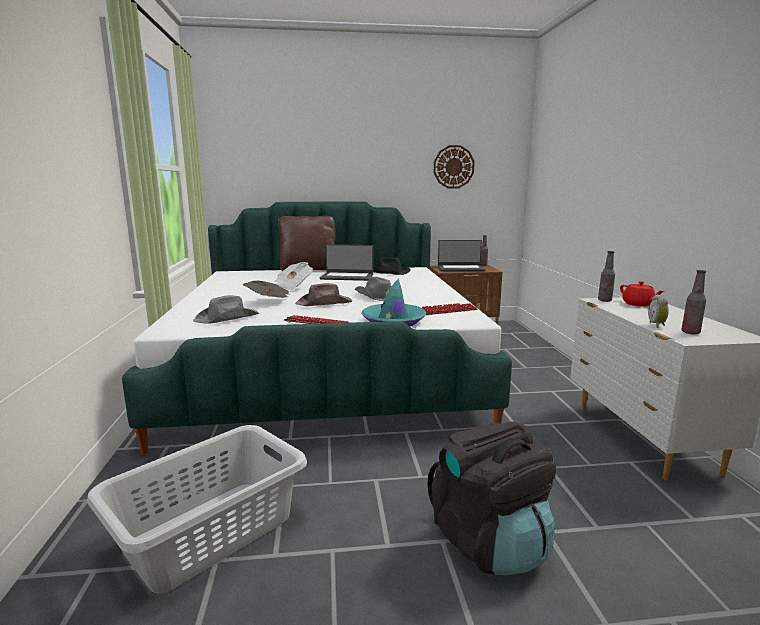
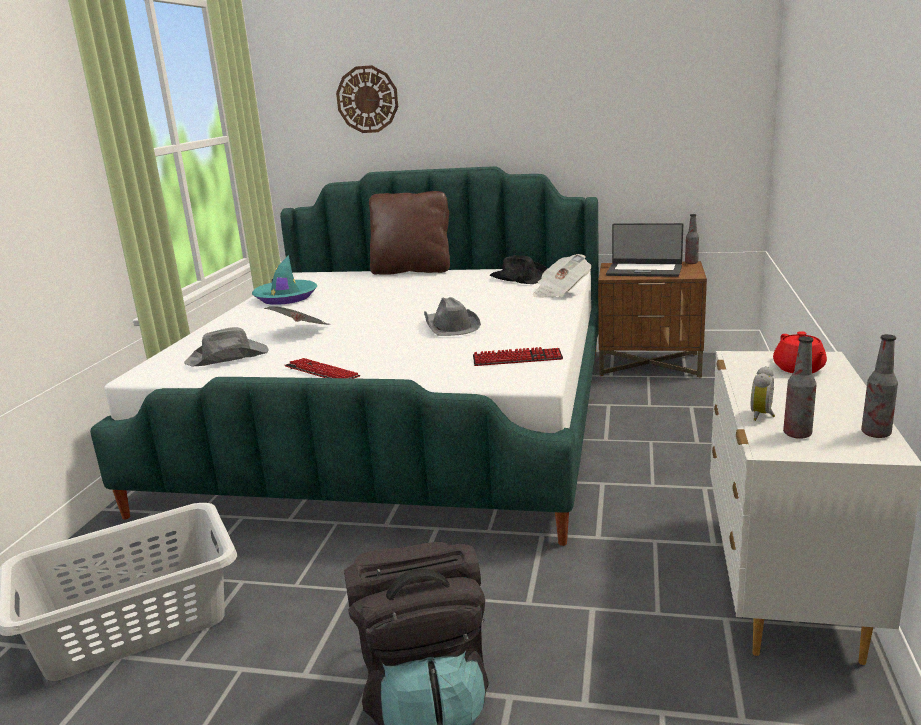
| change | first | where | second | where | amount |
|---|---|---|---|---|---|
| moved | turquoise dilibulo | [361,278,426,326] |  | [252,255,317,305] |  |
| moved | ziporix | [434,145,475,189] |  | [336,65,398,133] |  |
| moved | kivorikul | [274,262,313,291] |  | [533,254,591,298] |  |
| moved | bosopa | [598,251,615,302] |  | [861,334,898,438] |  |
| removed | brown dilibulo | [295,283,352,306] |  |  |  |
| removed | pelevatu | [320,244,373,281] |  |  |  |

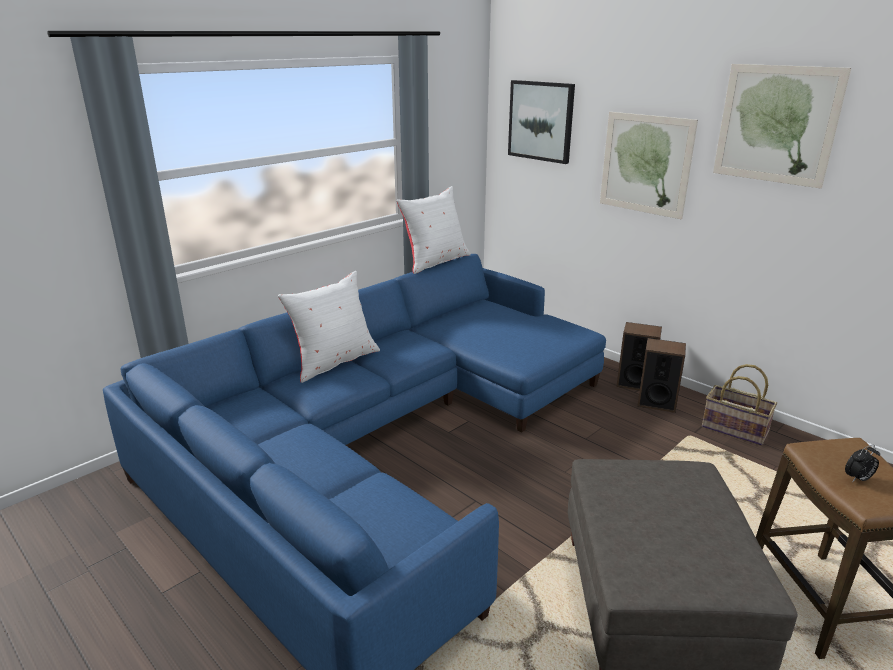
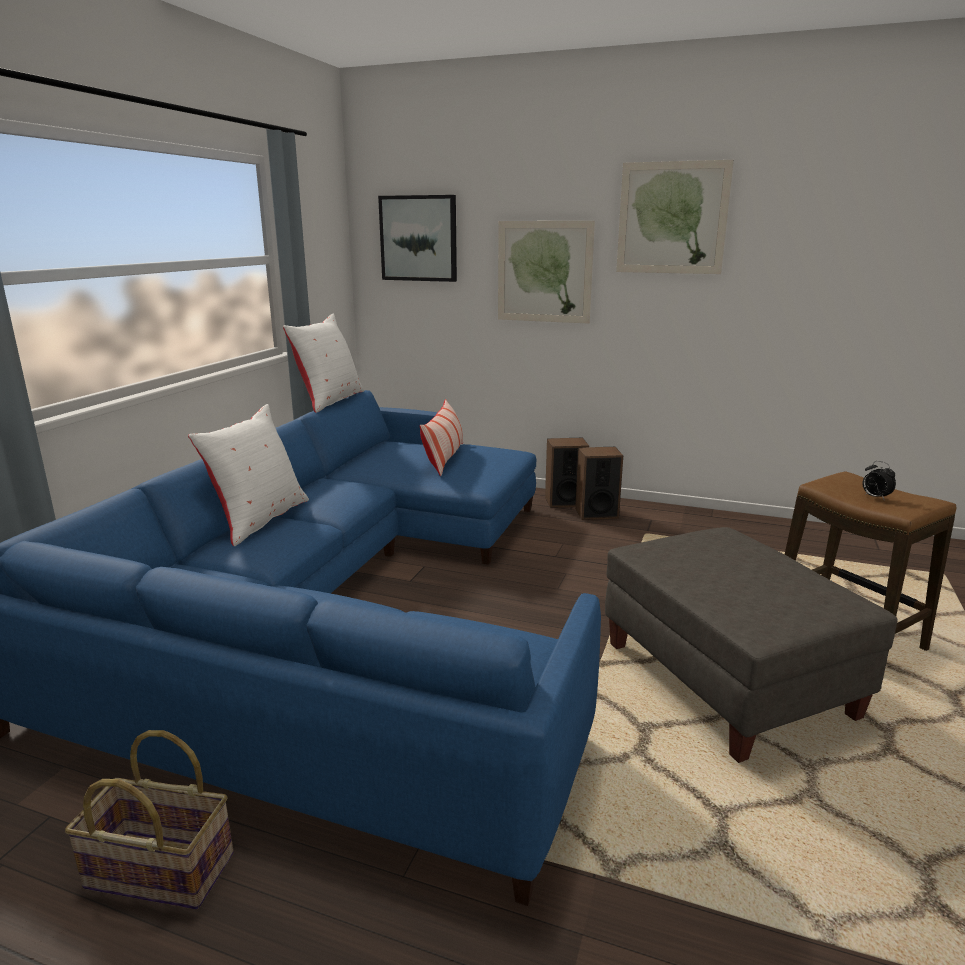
| change | first | where | second | where | amount |
|---|---|---|---|---|---|
| moved | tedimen | [702,364,777,446] |  | [65,730,234,910] |  |
| added |  |  | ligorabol | [420,399,463,476] |  |
| turned | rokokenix | [845,445,880,483] |  | [862,461,896,501] | 105 degrees clockwise |

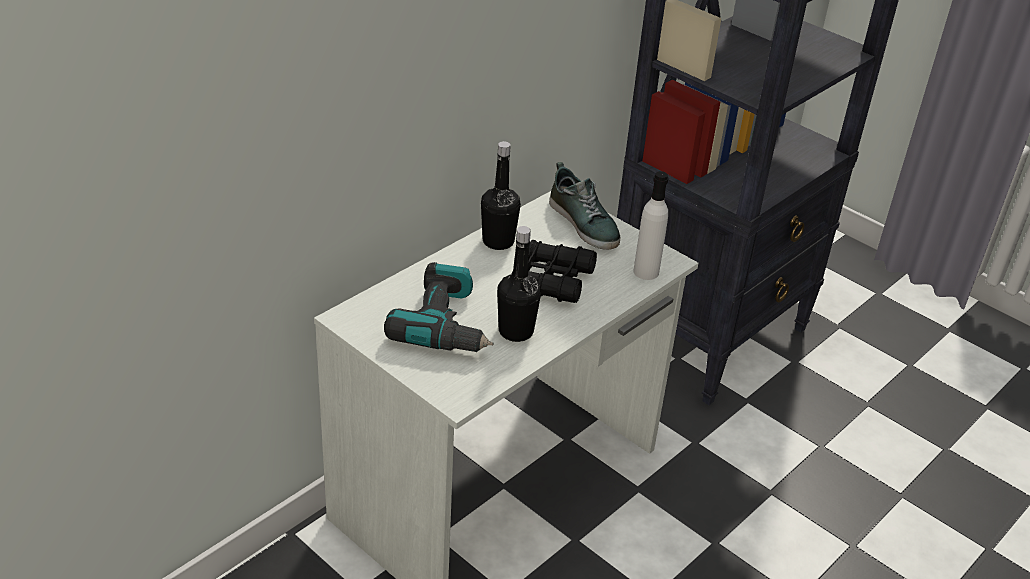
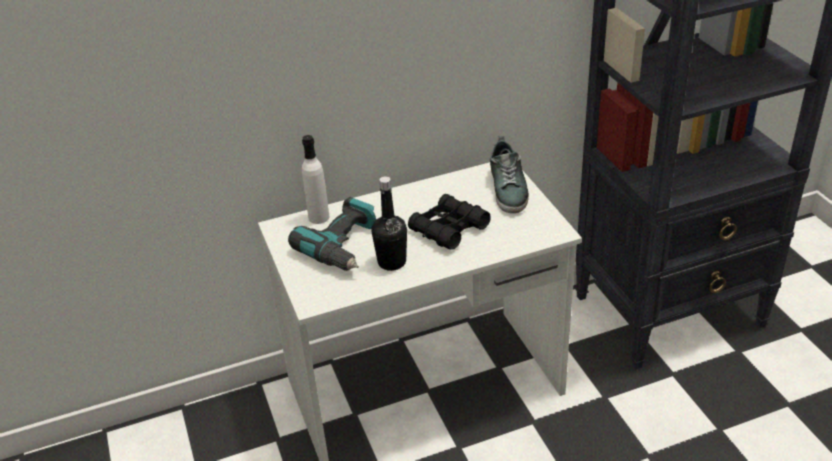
| change | first | where | second | where | amount |
|---|---|---|---|---|---|
| moved | white bosopa | [633,171,668,280] |  | [302,135,329,224] |  |
| removed | black bosopa | [481,141,521,250] |  |  |  |

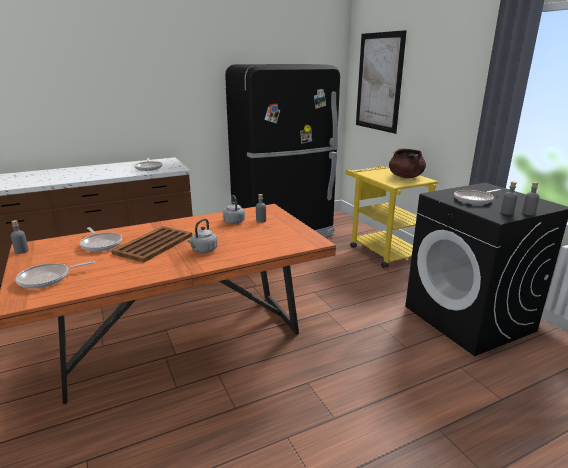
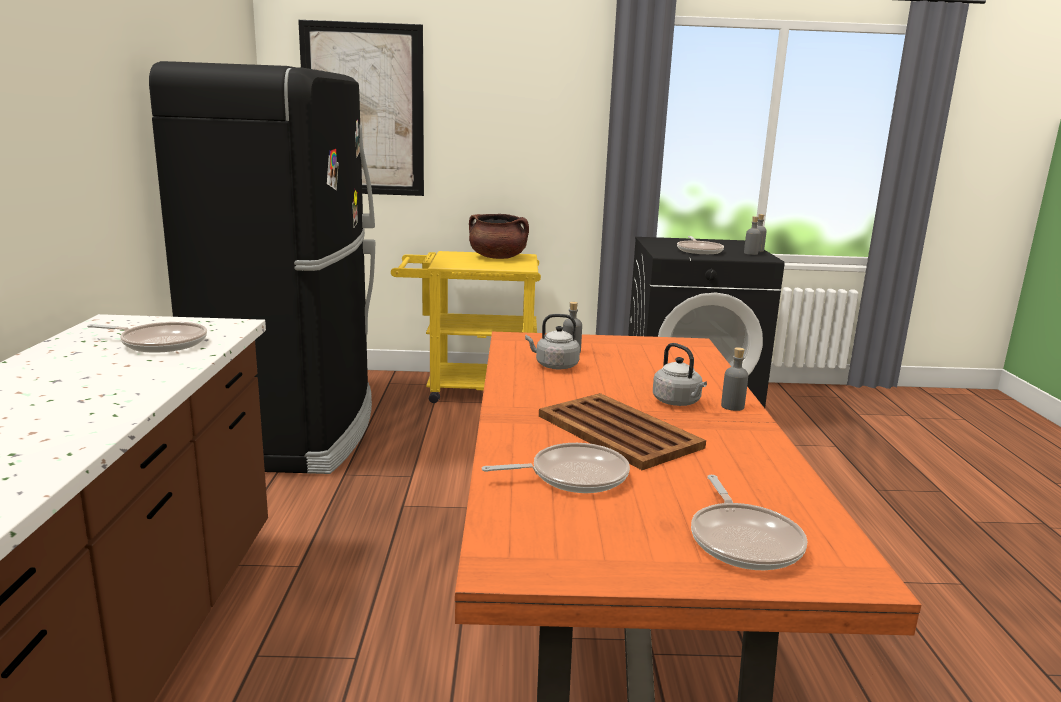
| change | first | where | second | where | amount |
|---|---|---|---|---|---|
| moved | grey bosopa | [11,220,29,254] |  | [721,347,748,411] |  |

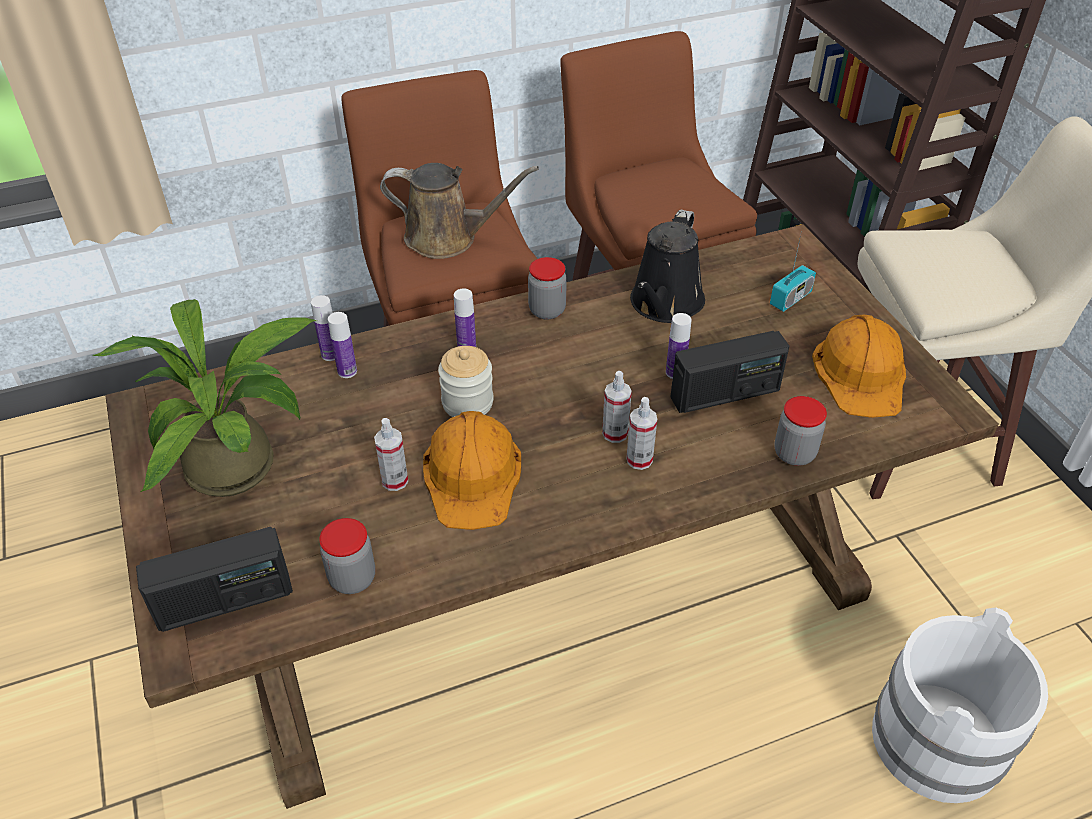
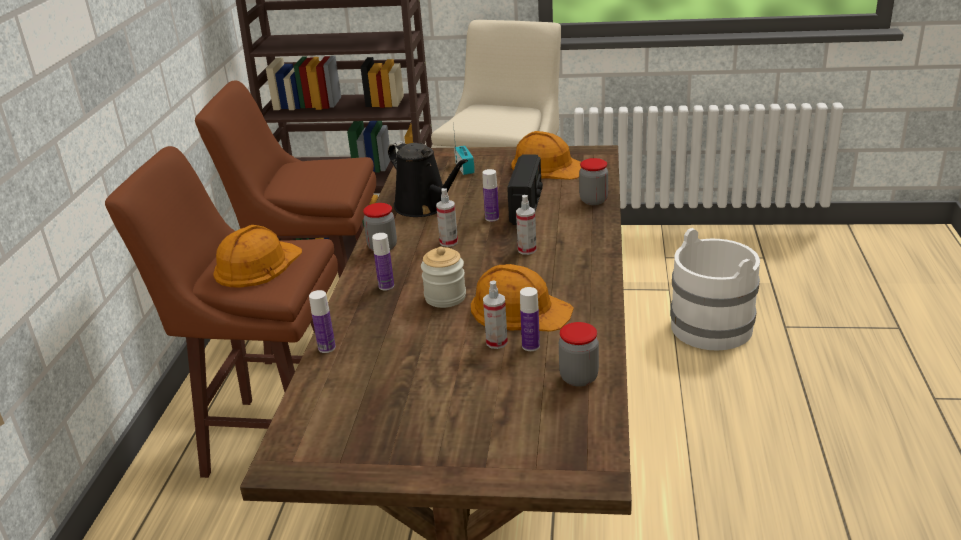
| change | first | where | second | where | amount |
|---|---|---|---|---|---|
| replaced | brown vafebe | [380,163,539,259] | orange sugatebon | [213,225,302,288] |  |
| moved | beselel | [626,397,657,470] |  | [436,188,458,247] |  |
| moved | bosopa | [328,312,357,378] |  | [520,287,540,351] |  |
| removed | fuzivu | [92,299,317,497] |  |  |  |
| removed | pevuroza | [136,527,293,632] |  |  |  |

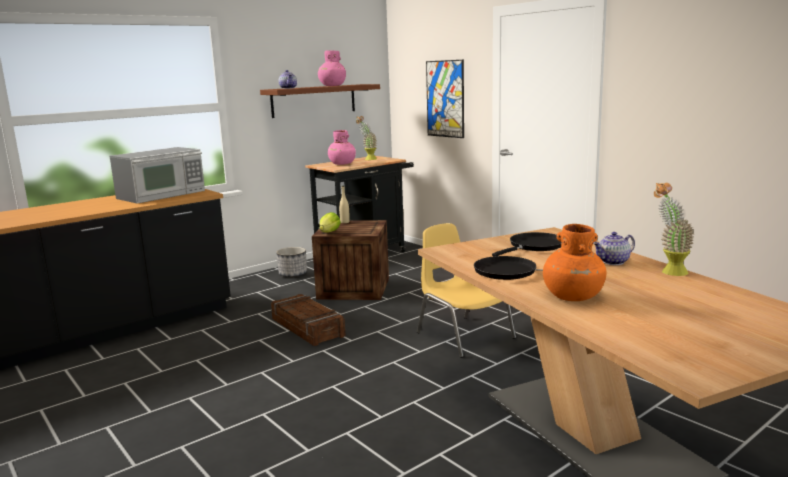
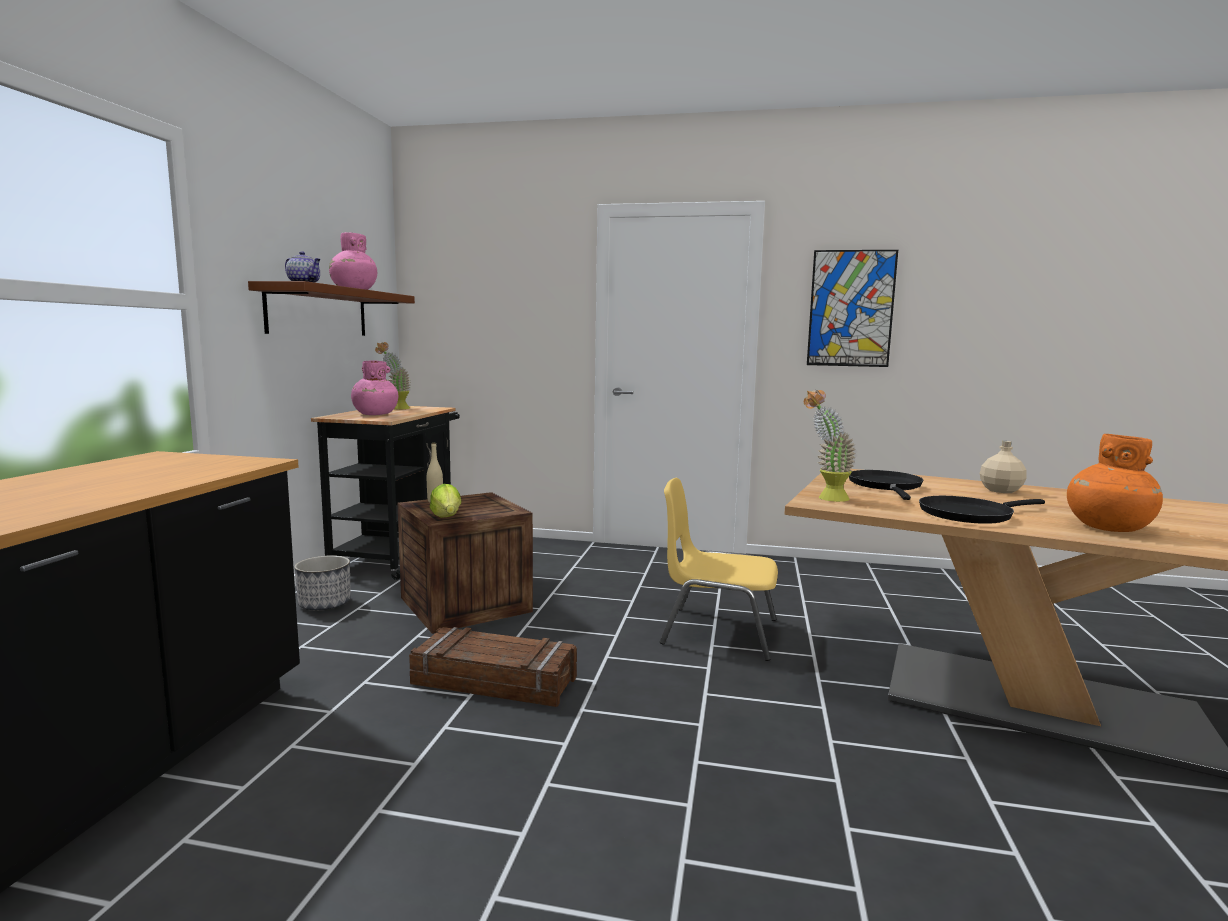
| change | first | where | second | where | amount |
|---|---|---|---|---|---|
| moved | fuzivu | [654,182,694,276] |  | [804,390,856,502] |  |
| moved | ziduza | [426,60,464,138] |  | [807,250,898,367] |  |
| replaced | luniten | [593,232,635,265] | beige bosopa | [980,441,1027,493] |  |
| removed | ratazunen | [110,147,205,204] |  |  |  |

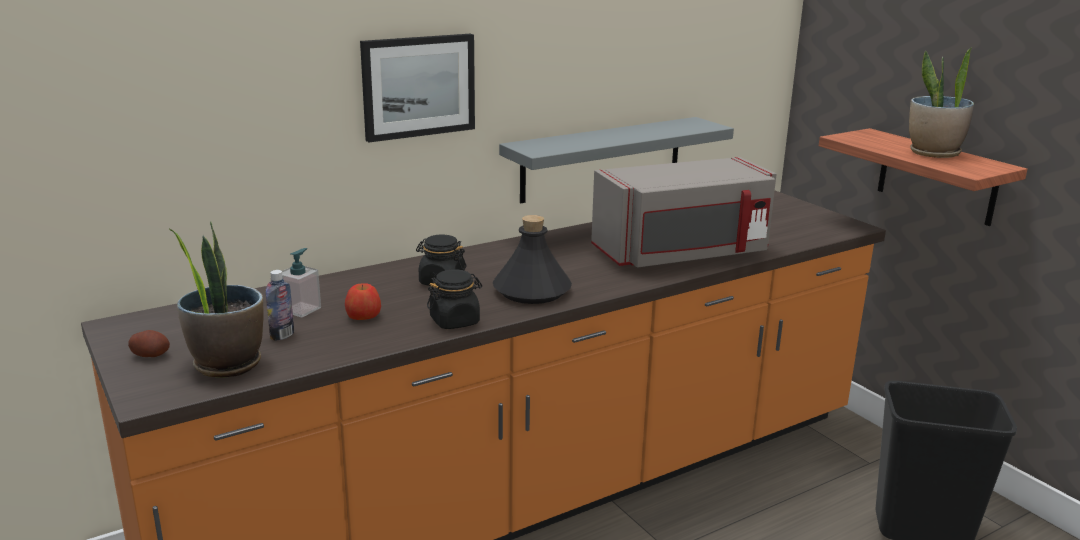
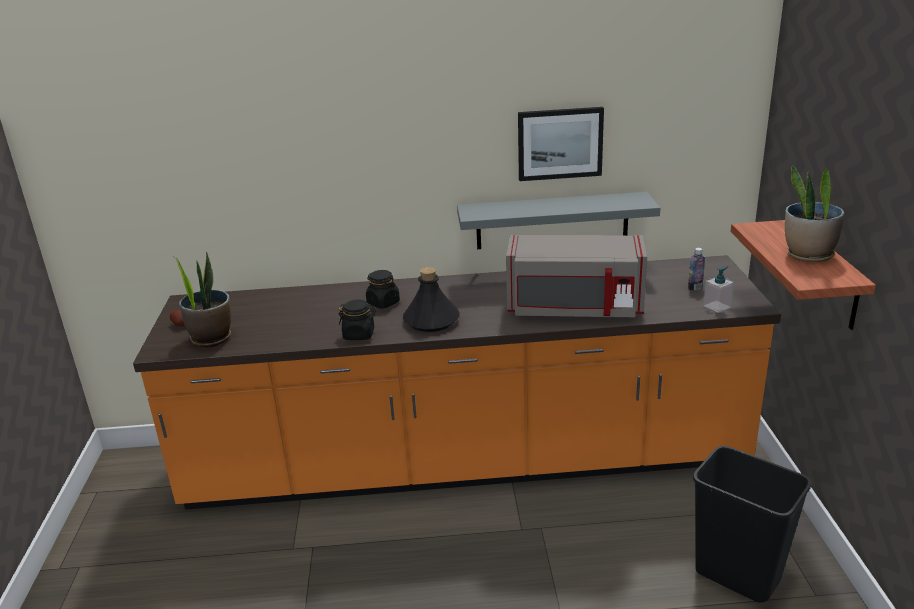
| change | first | where | second | where | amount |
|---|---|---|---|---|---|
| moved | ziduza | [360,34,475,142] |  | [518,107,604,181] |  |
| moved | bosopa | [266,270,294,341] |  | [688,248,705,291] |  |
| moved | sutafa | [282,248,321,318] |  | [703,266,734,313] |  |
| removed | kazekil | [345,283,381,320] |  |  |  |

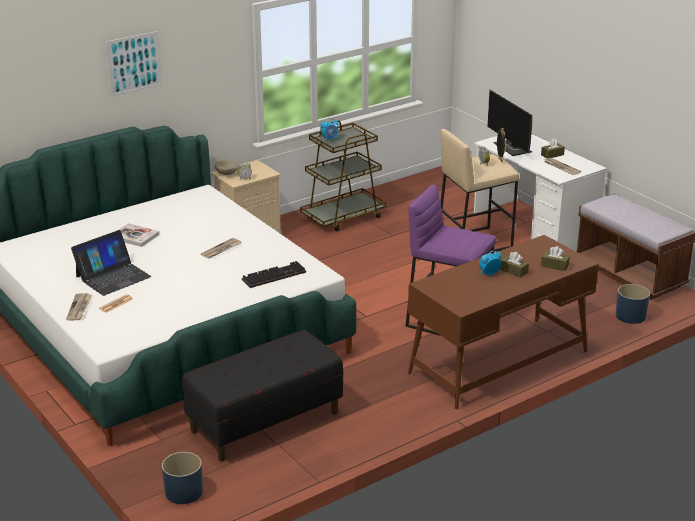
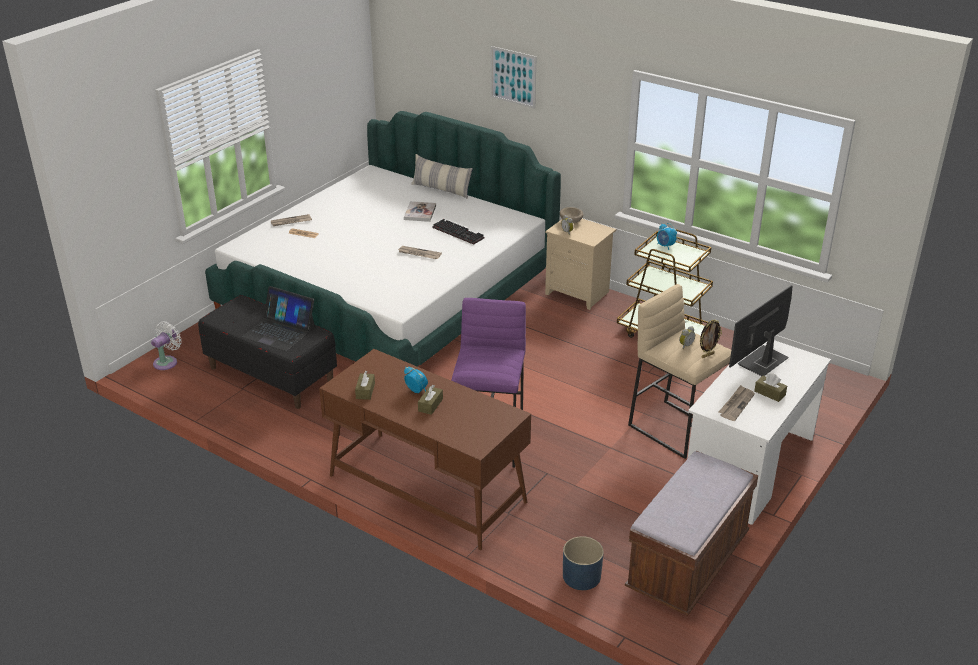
| change | first | where | second | where | amount |
|---|---|---|---|---|---|
| replaced | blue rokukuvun | [162,452,203,504] | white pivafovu | [151,321,182,370] |  |
| moved | pelevatu | [71,230,152,296] |  | [242,286,315,351] |  |
| moved | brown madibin | [541,246,570,271] |  | [355,371,375,400] |  |
| added |  |  | ligorabol | [411,154,473,199] |  |
| moved | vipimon | [242,261,306,288] |  | [432,219,484,245] |  |

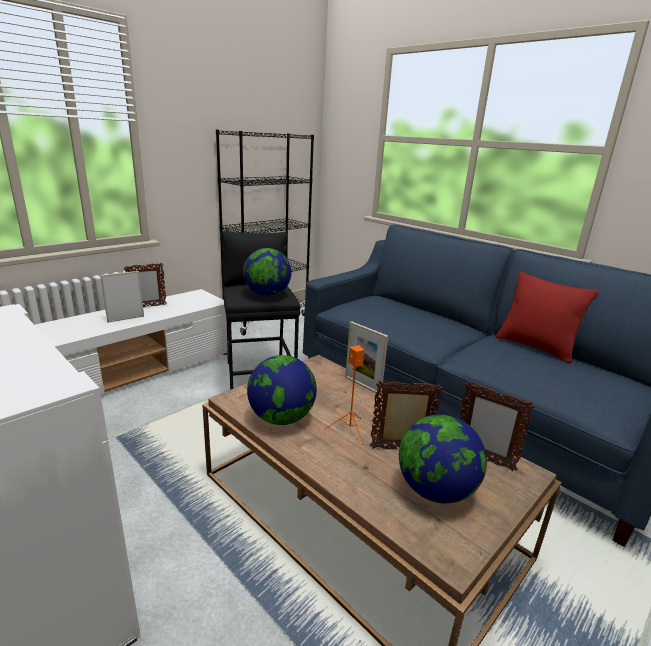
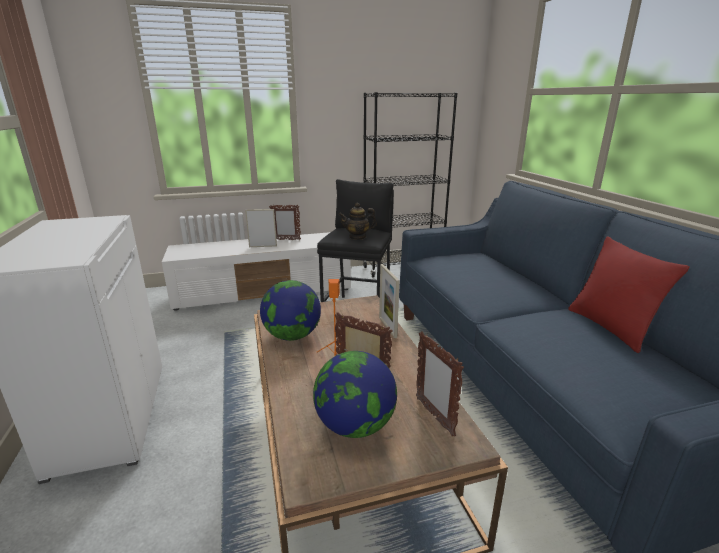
| change | first | where | second | where | amount |
|---|---|---|---|---|---|
| replaced | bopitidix | [243,248,291,296] | luniten | [339,203,377,240] |  |

